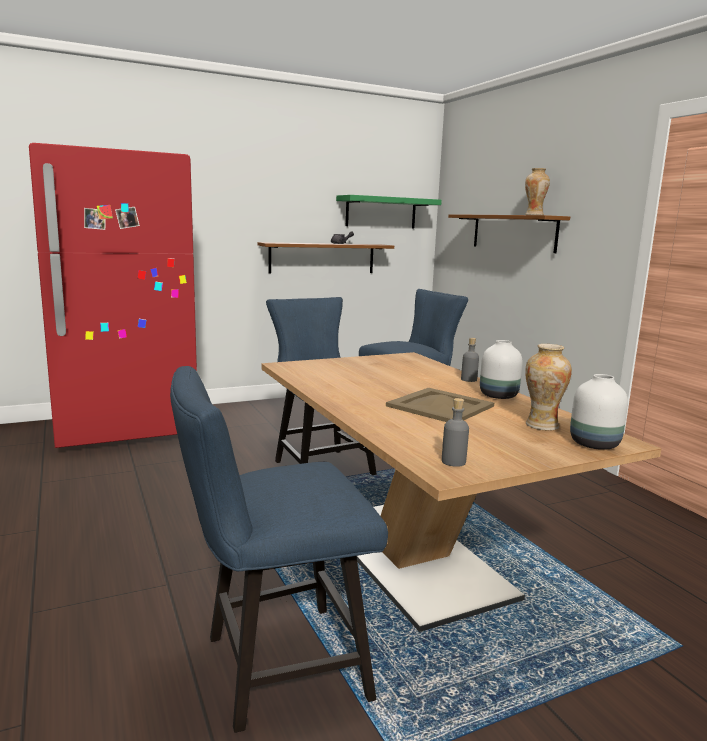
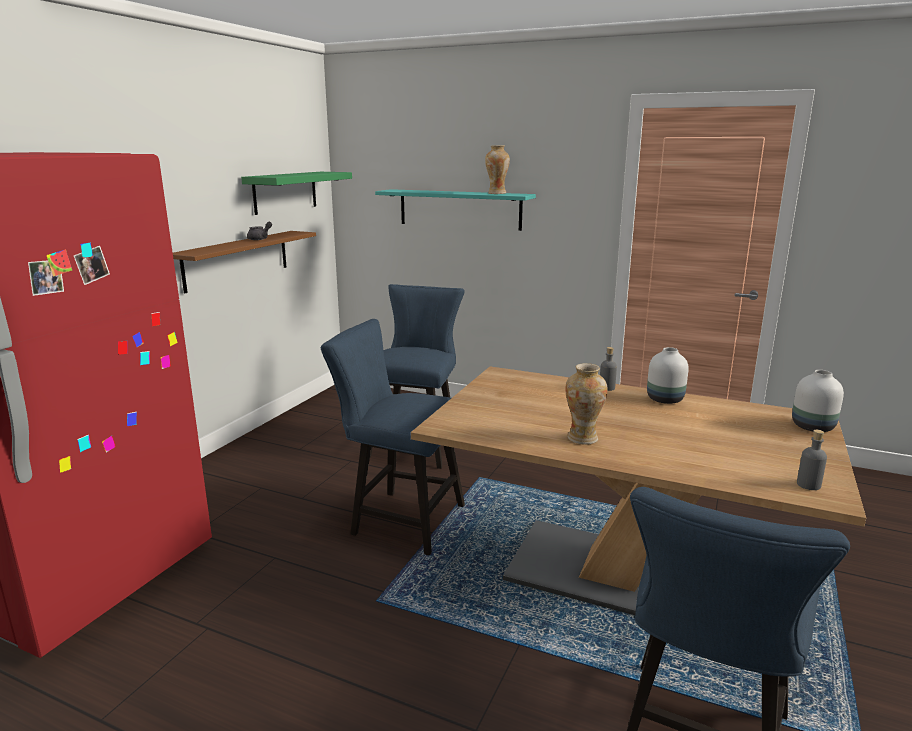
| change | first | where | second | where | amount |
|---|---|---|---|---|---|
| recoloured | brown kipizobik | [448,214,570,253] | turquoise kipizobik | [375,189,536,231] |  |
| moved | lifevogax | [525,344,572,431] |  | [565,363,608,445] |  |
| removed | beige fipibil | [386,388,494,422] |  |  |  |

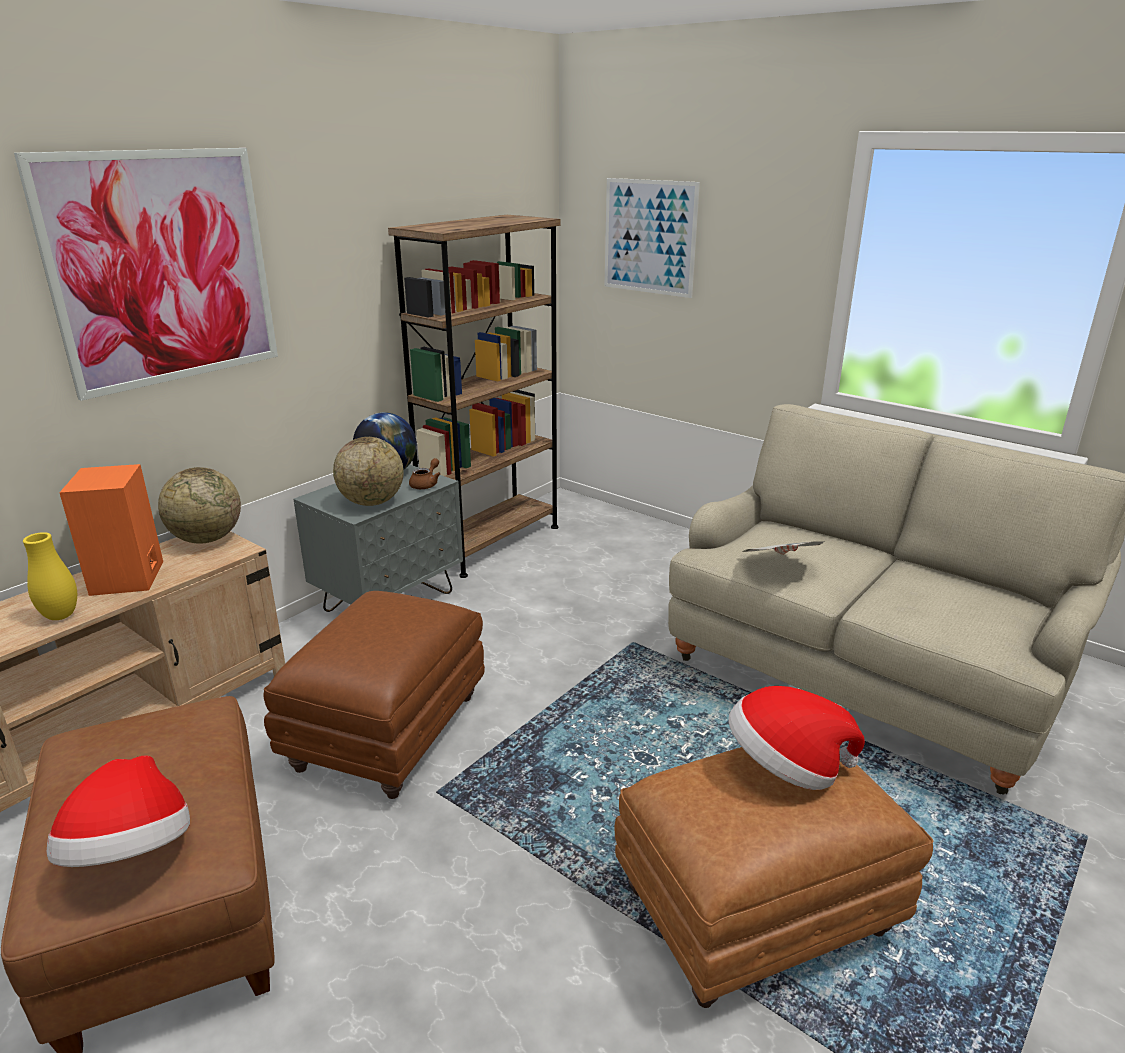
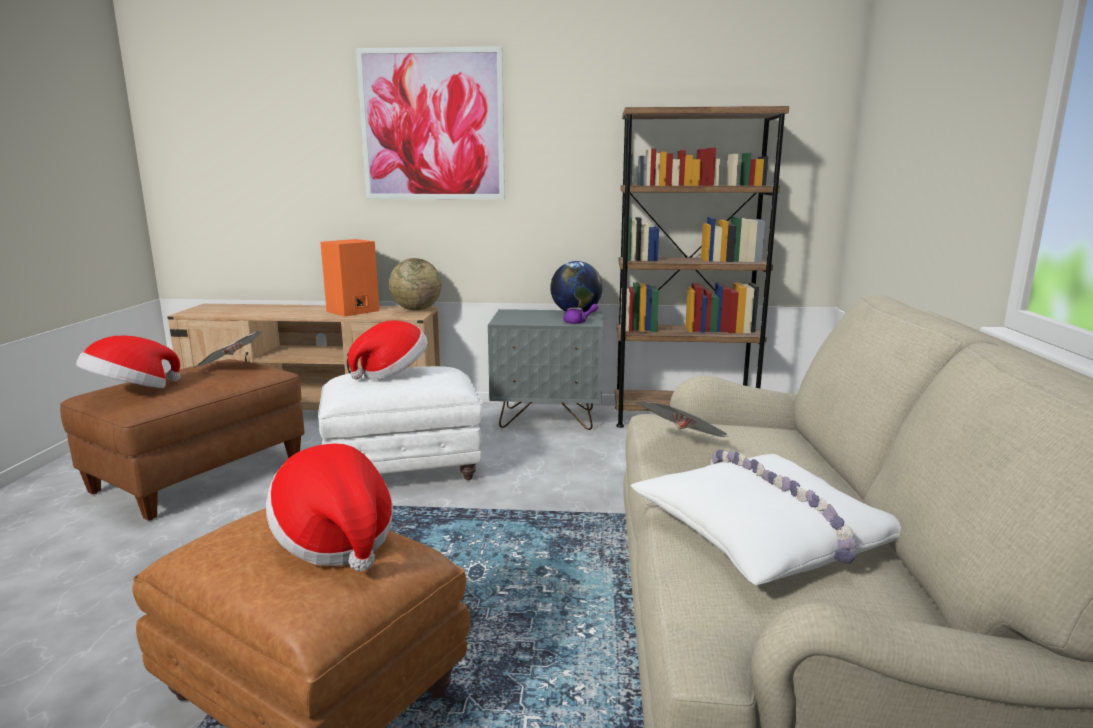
| change | first | where | second | where | amount |
|---|---|---|---|---|---|
| added |  |  | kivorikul | [194,331,262,368] |  |
| recoloured | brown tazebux | [263,591,485,799] | white tazebux | [318,366,482,480] |  |
| added |  |  | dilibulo | [348,320,428,380] |  |
| recoloured | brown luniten | [409,458,440,489] | purple luniten | [563,304,598,324] |  |
| added |  |  | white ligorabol | [631,449,901,586] |  |
| removed | yellow lifevogax | [23,532,77,620] |  |  |  |
| removed | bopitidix | [333,437,404,506] |  |  |  |
| removed | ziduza | [605,178,700,298] |  |  |  |

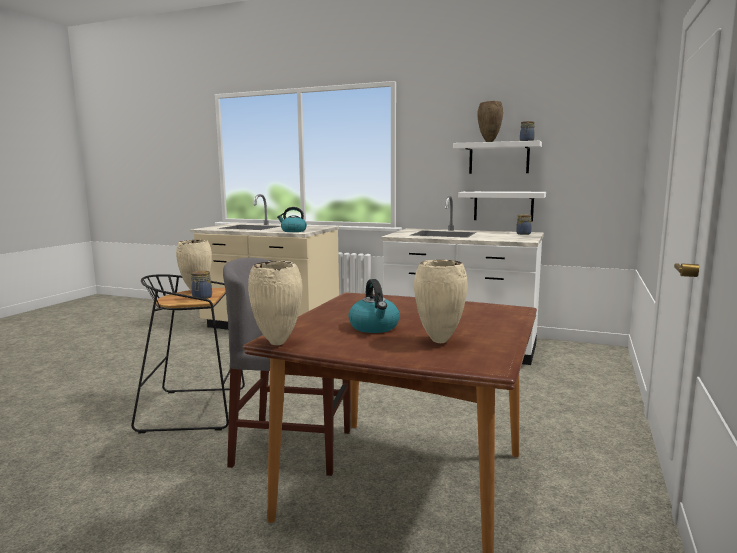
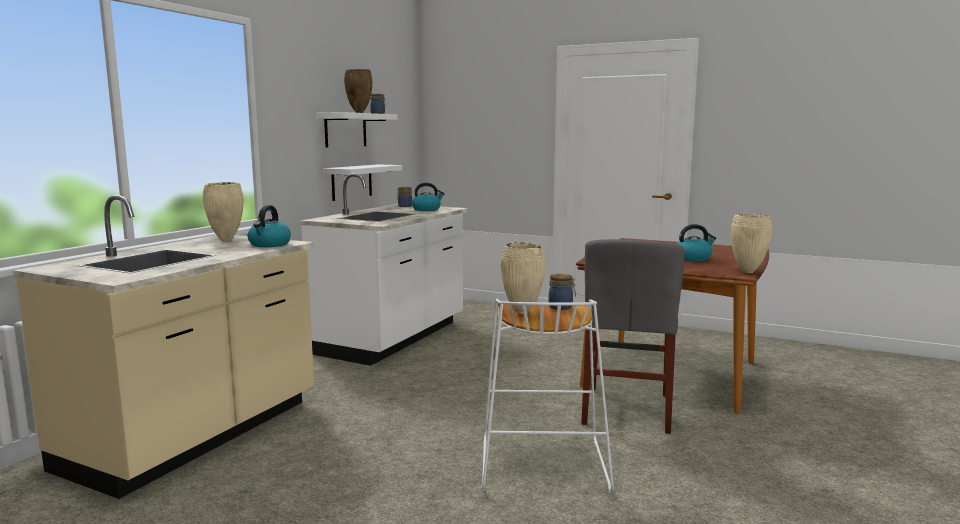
| change | first | where | second | where | amount |
|---|---|---|---|---|---|
| moved | beige lifevogax | [414,260,468,343] |  | [203,182,243,241] |  |
| added |  |  | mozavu | [412,183,445,211] |  |
| recoloured | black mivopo | [131,274,245,433] | white mivopo | [482,299,614,493] |  |

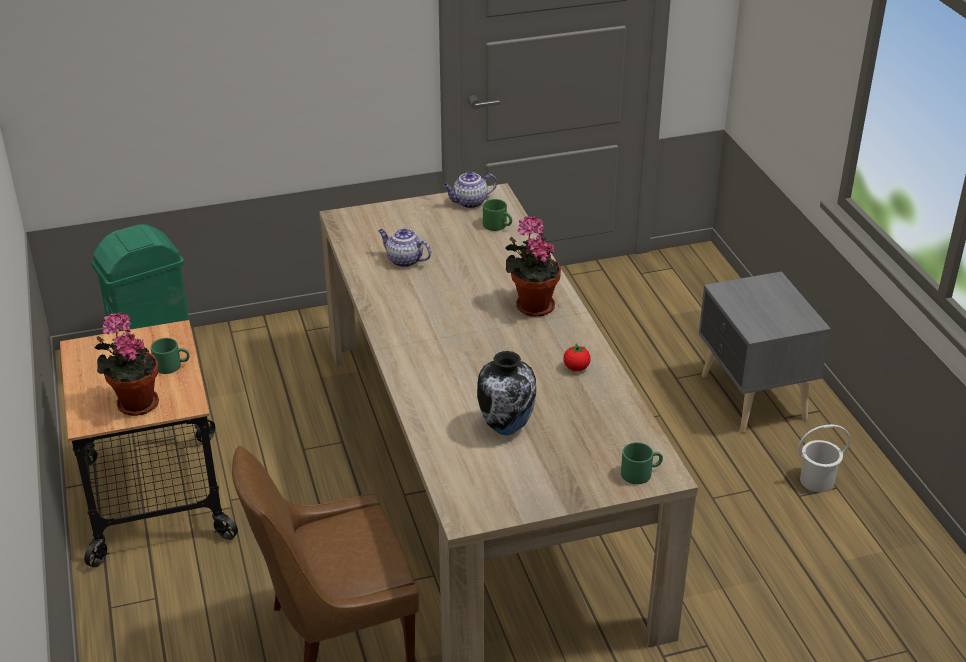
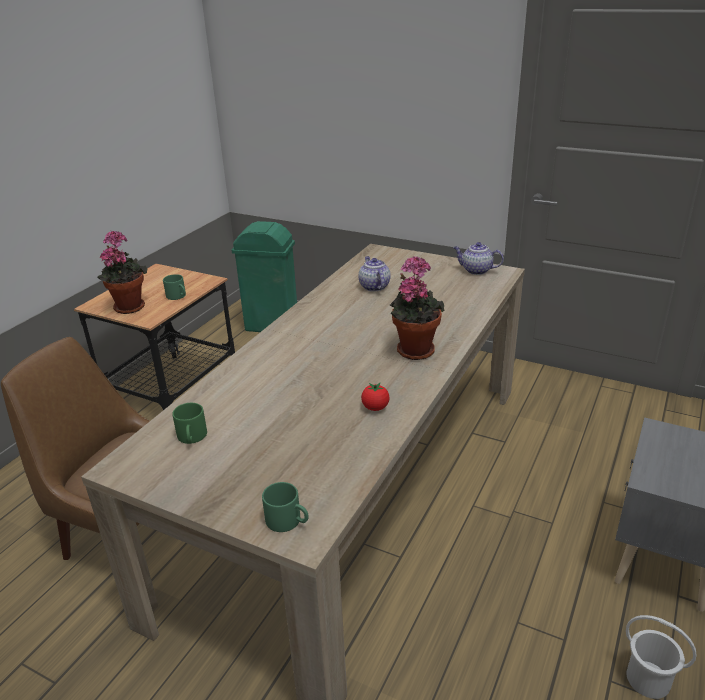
| change | first | where | second | where | amount |
|---|---|---|---|---|---|
| moved | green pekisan | [483,199,512,231] |  | [172,403,207,444] |  |
| removed | lifevogax | [477,351,536,435] |  |  |  |

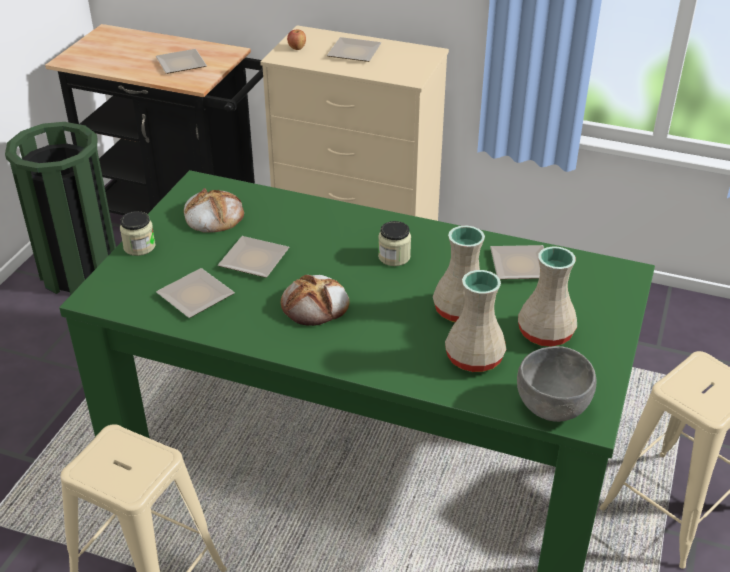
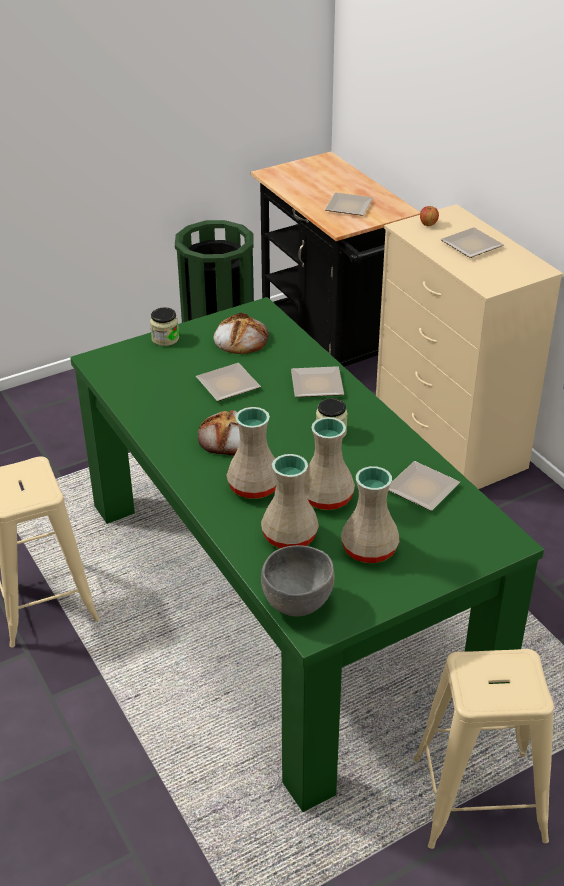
| change | first | where | second | where | amount |
|---|---|---|---|---|---|
| added |  |  | beige lifevogax | [226,407,276,499] |  |
| moved | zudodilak | [156,268,235,318] |  | [291,366,344,397] |  |

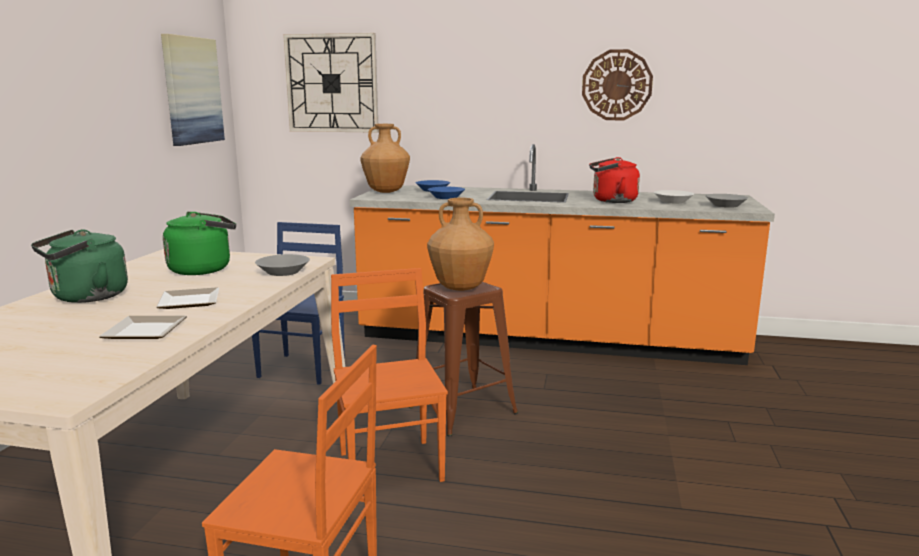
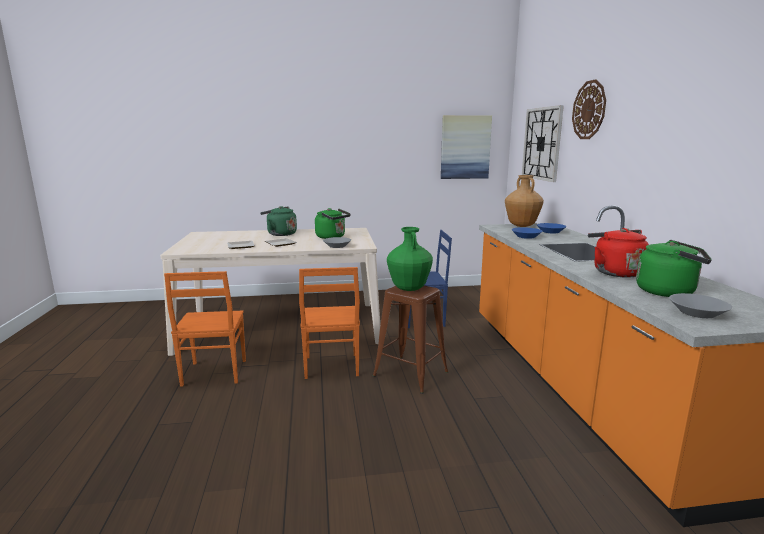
| change | first | where | second | where | amount |
|---|---|---|---|---|---|
| turned | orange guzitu | [331,268,448,482] |  | [299,267,360,379] | 120 degrees clockwise |
| recoloured | brown lifevogax | [427,198,494,291] | green lifevogax | [387,227,433,291] |  |
| moved | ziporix | [582,49,653,120] |  | [572,80,606,139] |  |
| replaced | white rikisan | [654,190,694,204] | green mozavu | [636,240,712,297] |  |

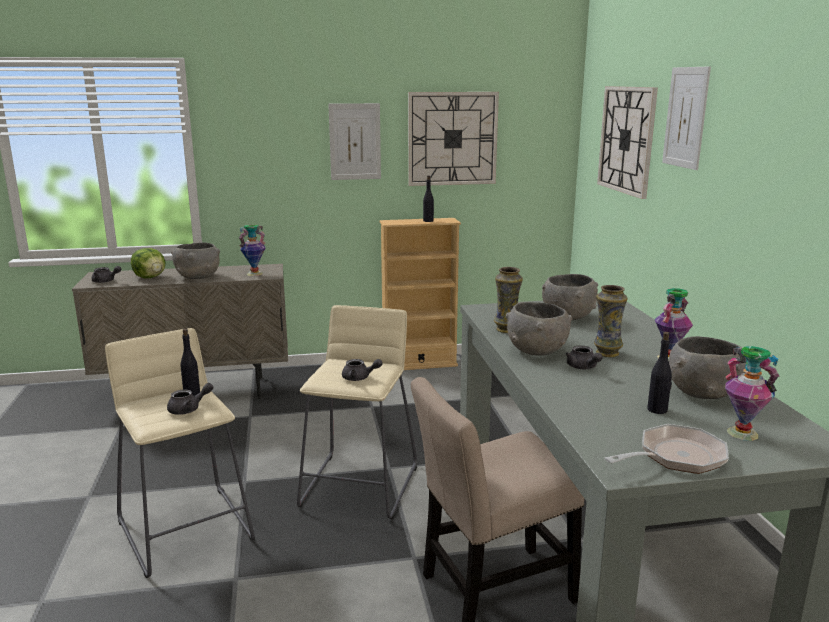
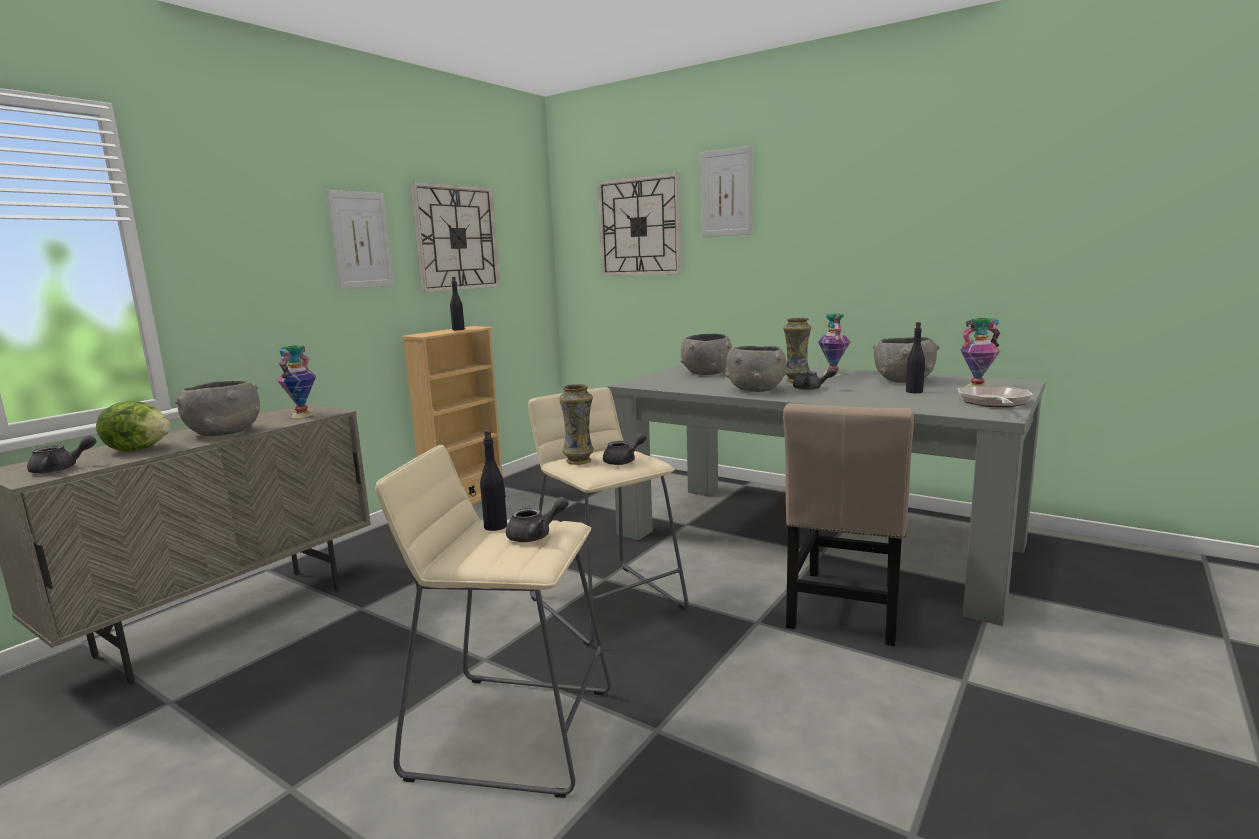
| change | first | where | second | where | amount |
|---|---|---|---|---|---|
| turned | grey luniten | [167,383,213,415] |  | [506,497,569,542] | 45 degrees clockwise |
| moved | lifevogax | [494,267,523,333] |  | [559,384,594,465] |  |

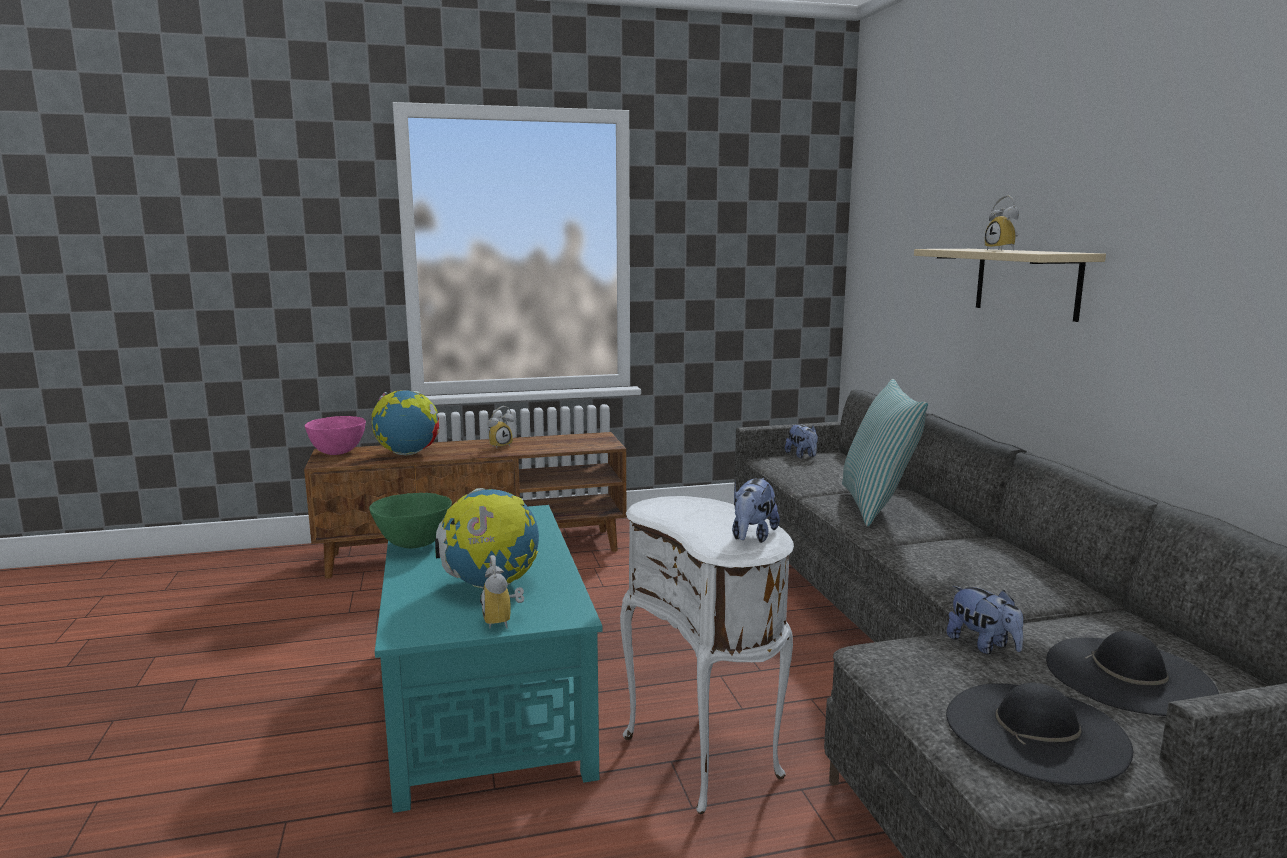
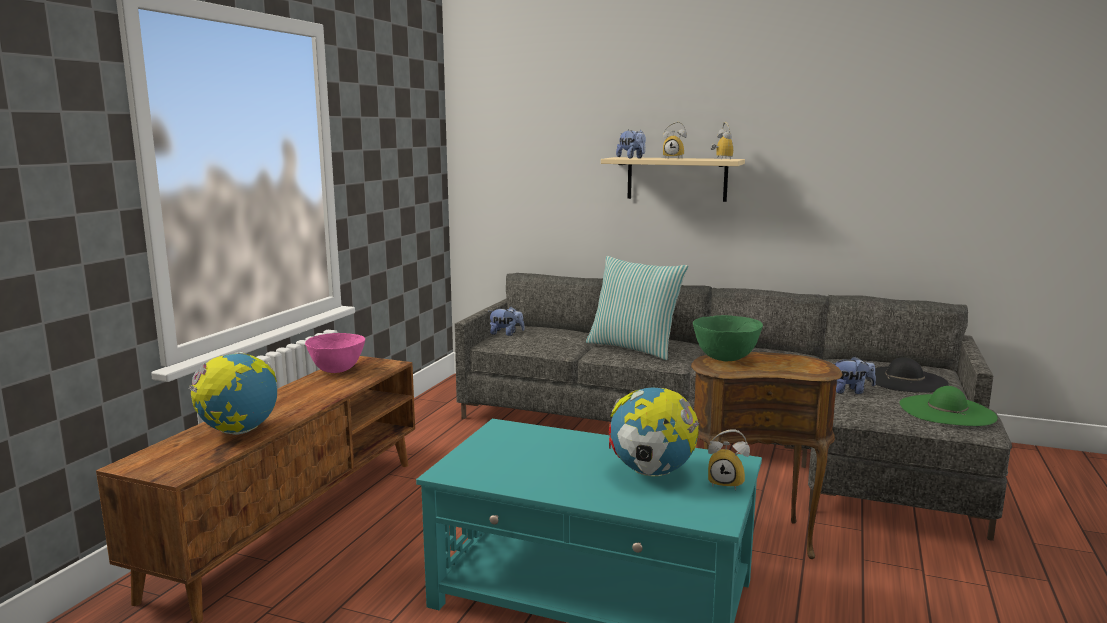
| change | first | where | second | where | amount |
|---|---|---|---|---|---|
| moved | pink rikisan | [305,416,366,455] |  | [305,333,365,373] |  |
| moved | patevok | [732,478,780,543] |  | [616,130,646,159] |  |
| recoloured | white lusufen | [620,496,794,814] | brown lusufen | [691,352,842,559] |  |
| moved | green rikisan | [369,493,452,548] |  | [693,315,763,361] |  |
| moved | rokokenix | [488,406,514,448] |  | [711,122,733,160] |  |
| recoloured | black dilibulo | [946,683,1133,785] | green dilibulo | [899,386,998,426] |  |

